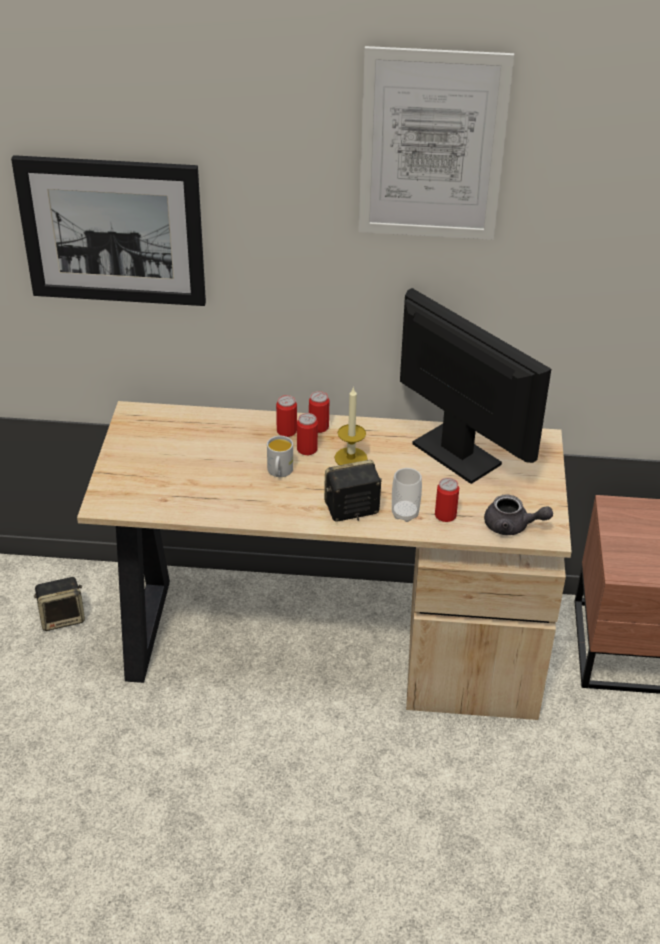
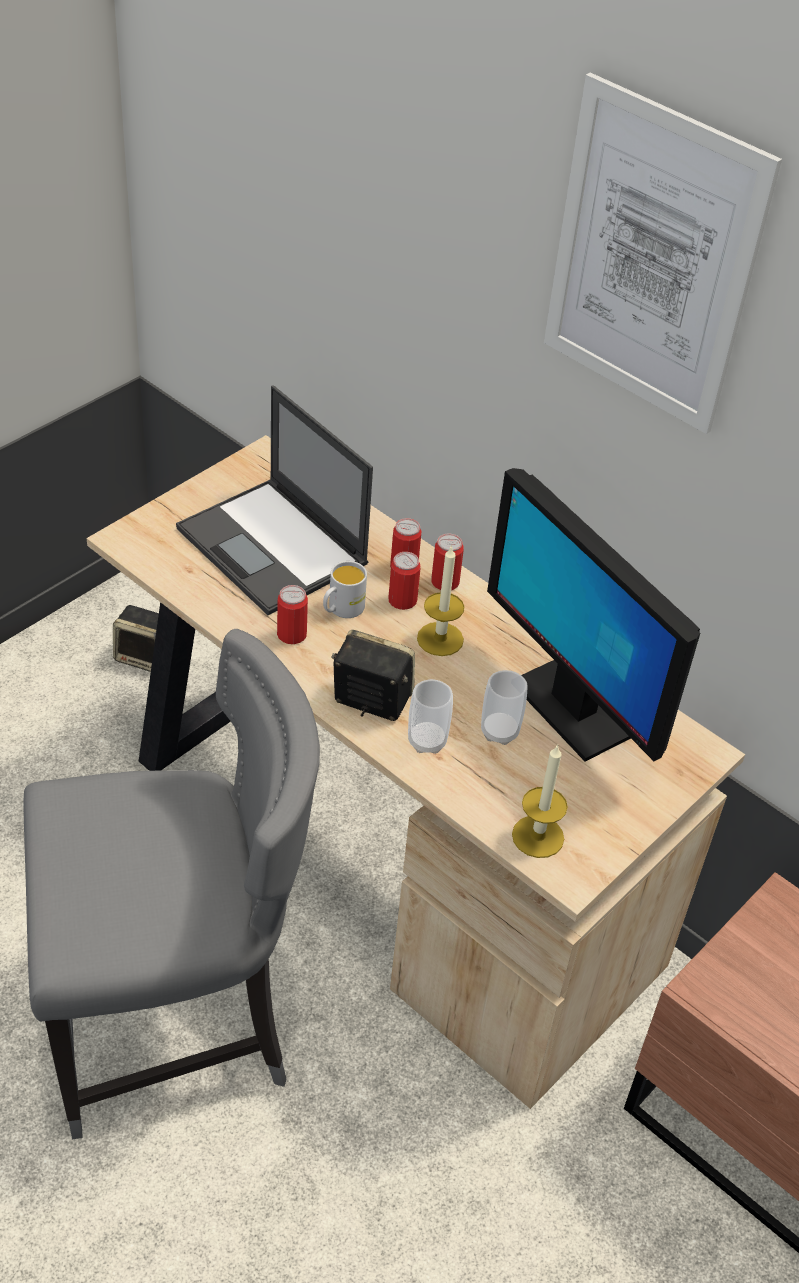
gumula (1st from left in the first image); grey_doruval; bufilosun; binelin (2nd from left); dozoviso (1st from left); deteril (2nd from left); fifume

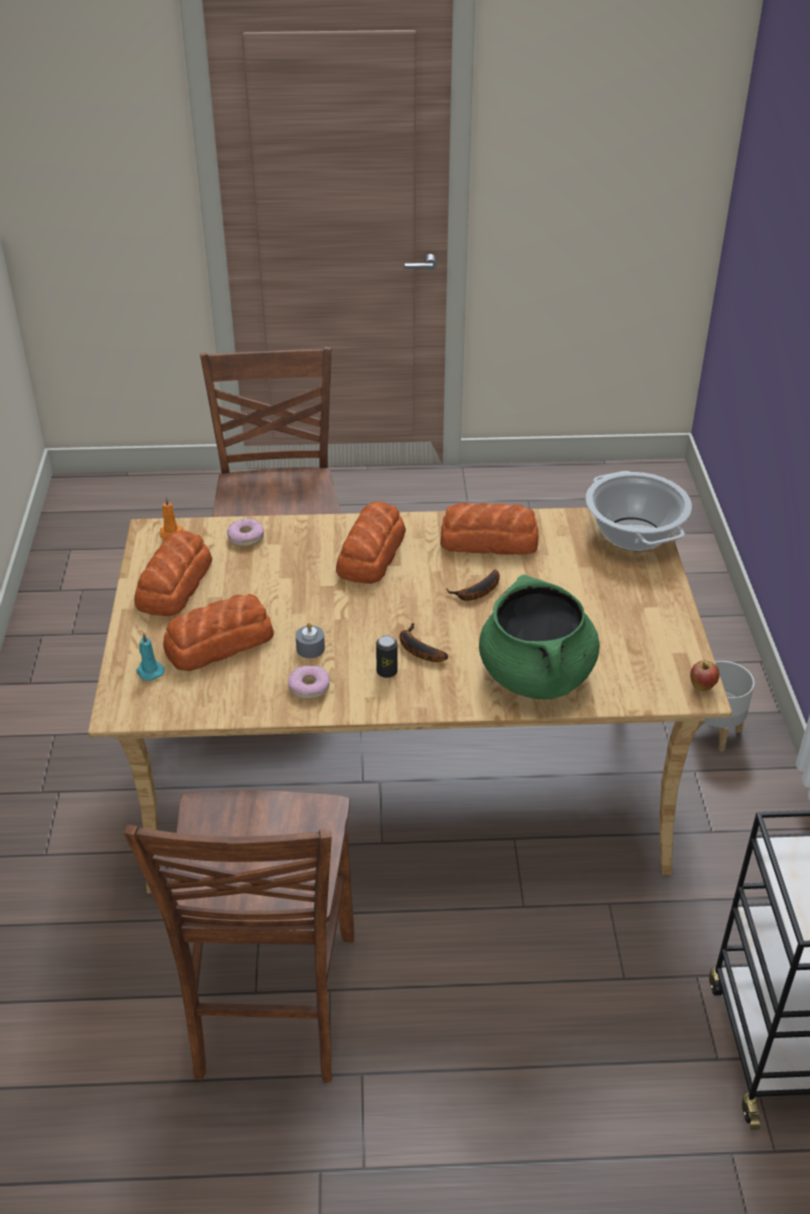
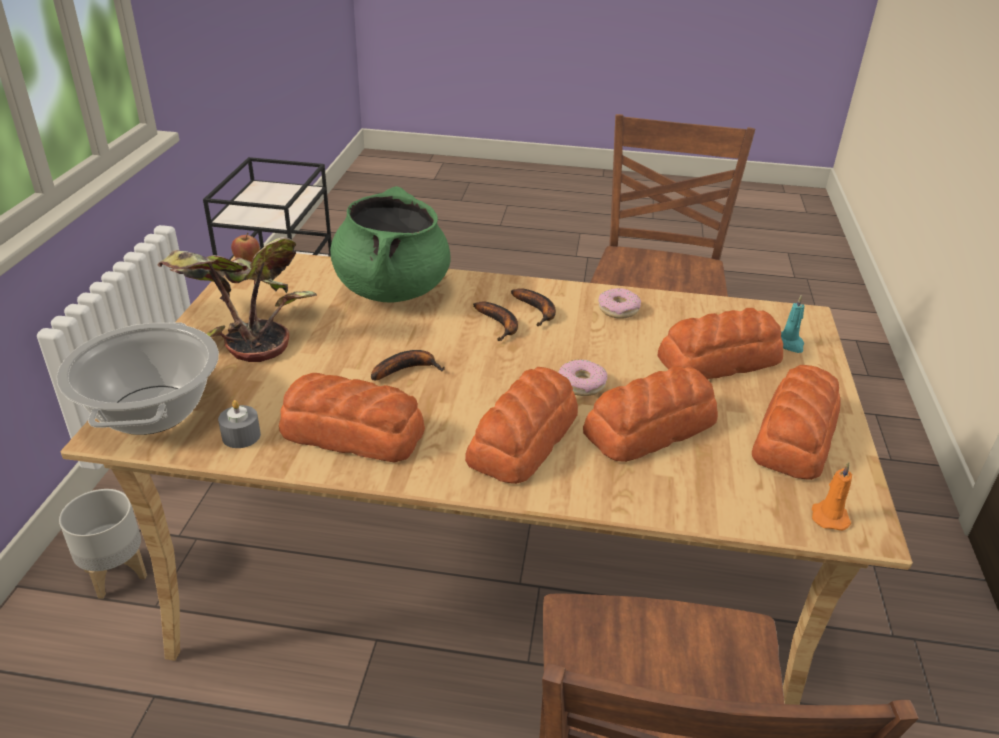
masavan; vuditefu (3rd from left); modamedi (1st from left); grey_deteril; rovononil (3rd from left)

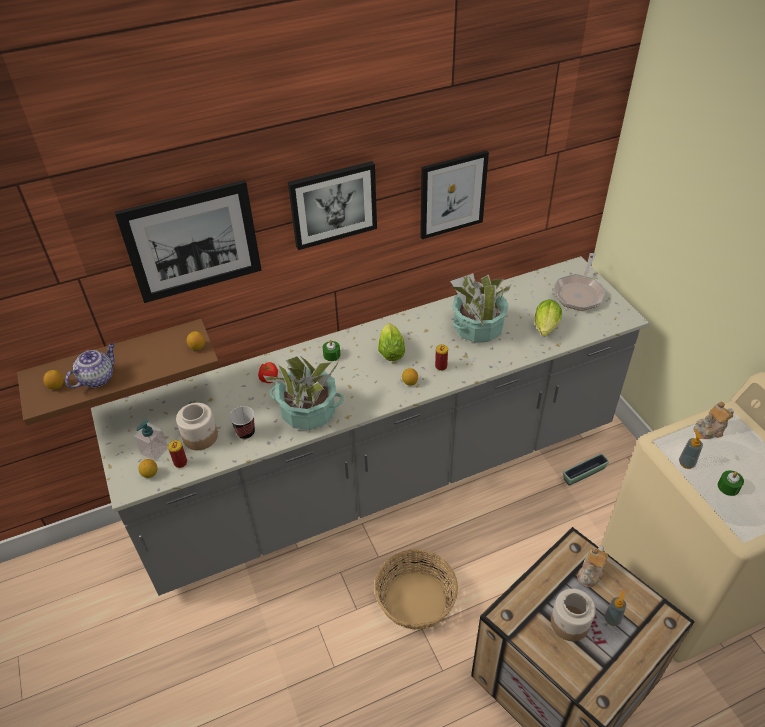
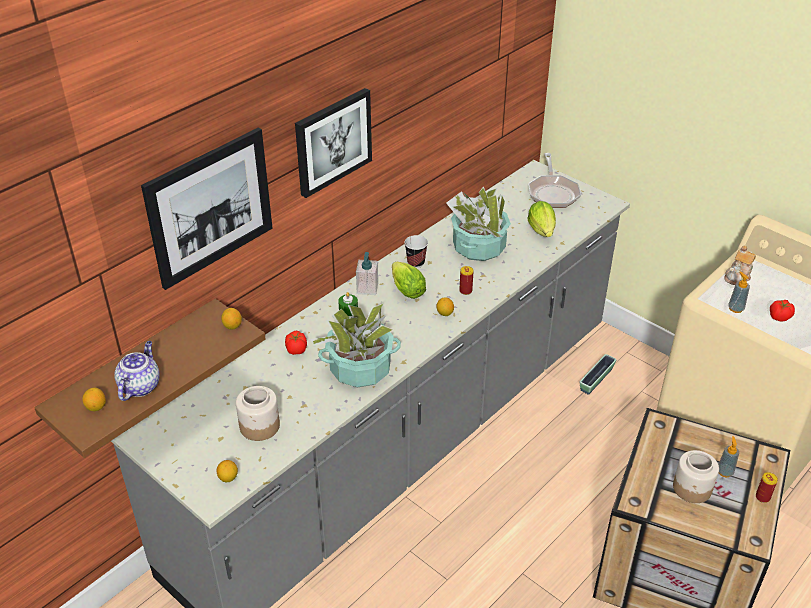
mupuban; gumula (3rd from left in the first image); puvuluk (2nd from left in the first image); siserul (1st from left); dozoviso (2nd from left); binelin; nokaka (2nd from left)

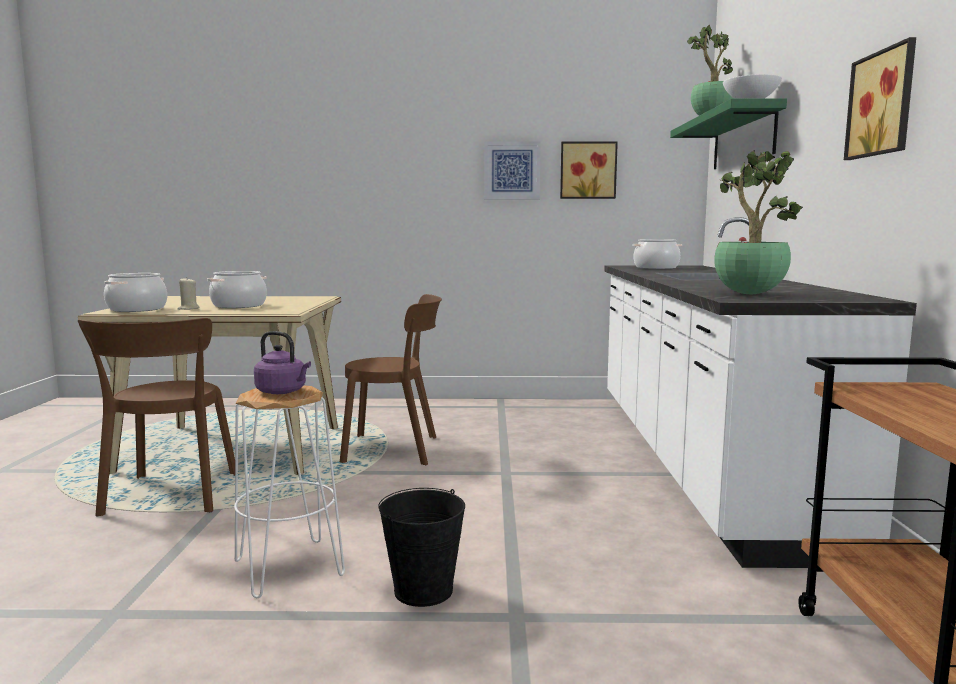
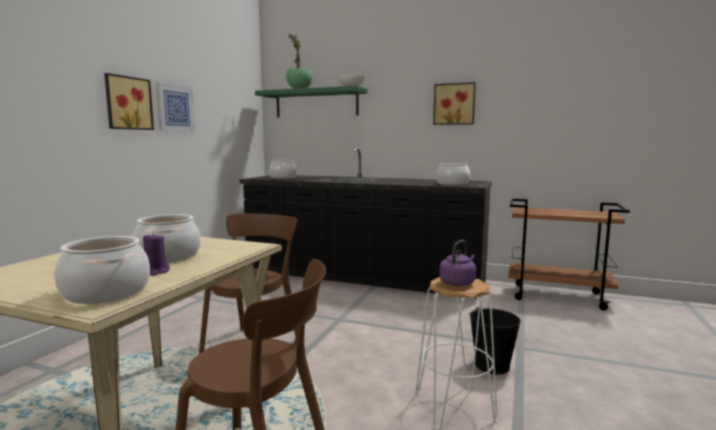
gumula (1st from left); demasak (4th from left); purple_deteril; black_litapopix

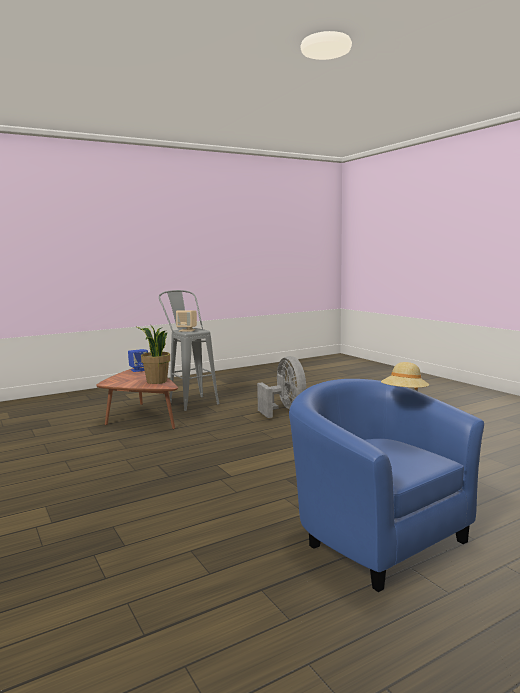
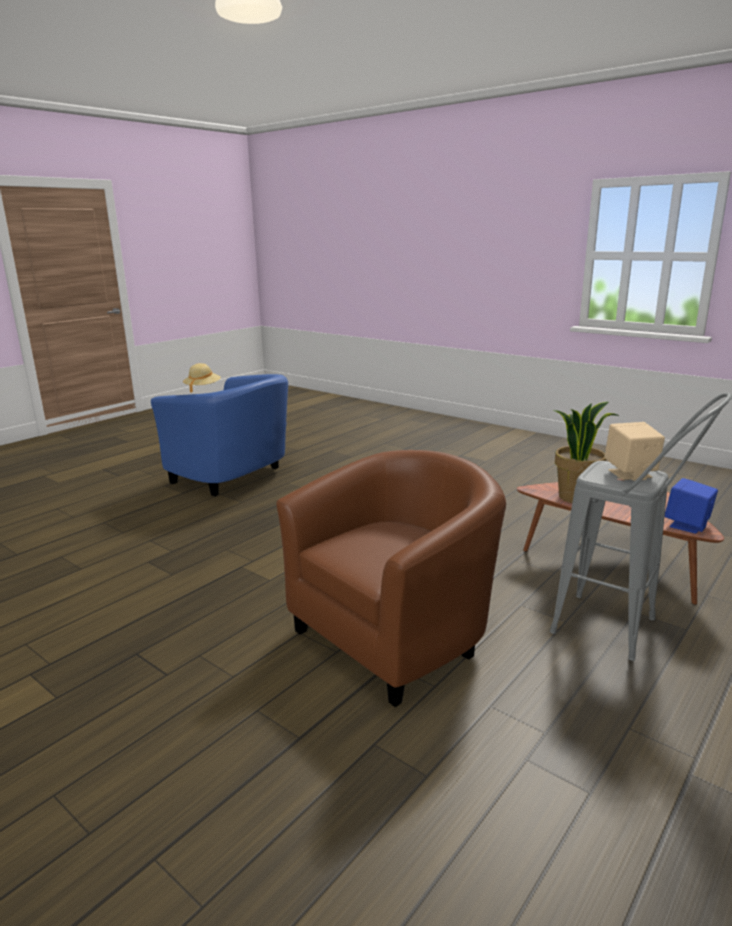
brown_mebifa

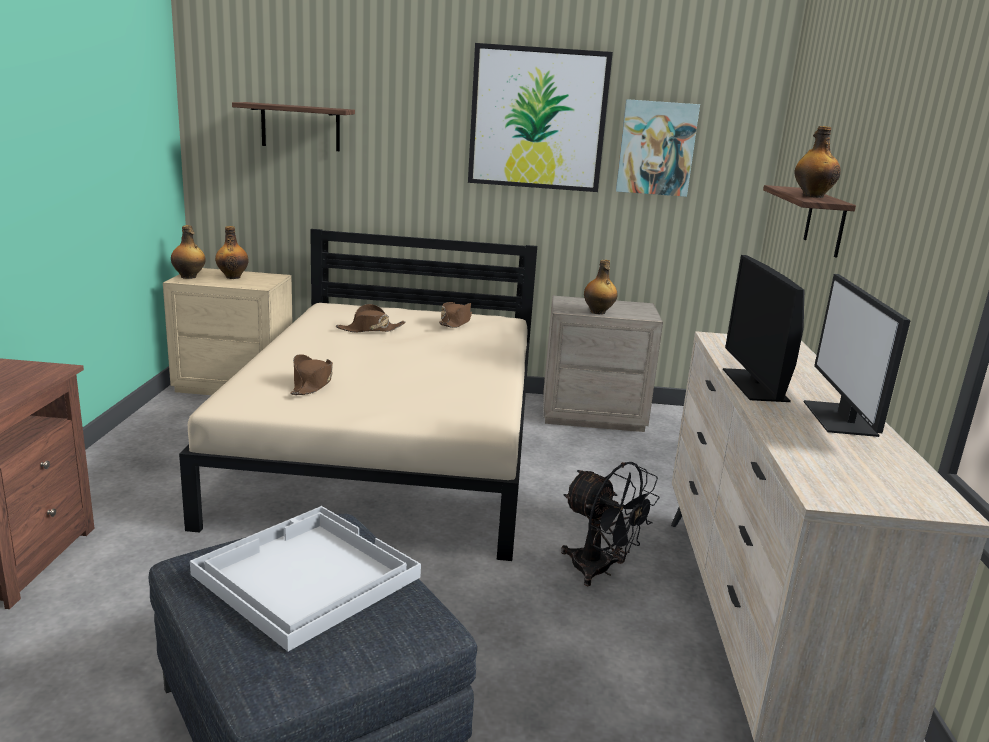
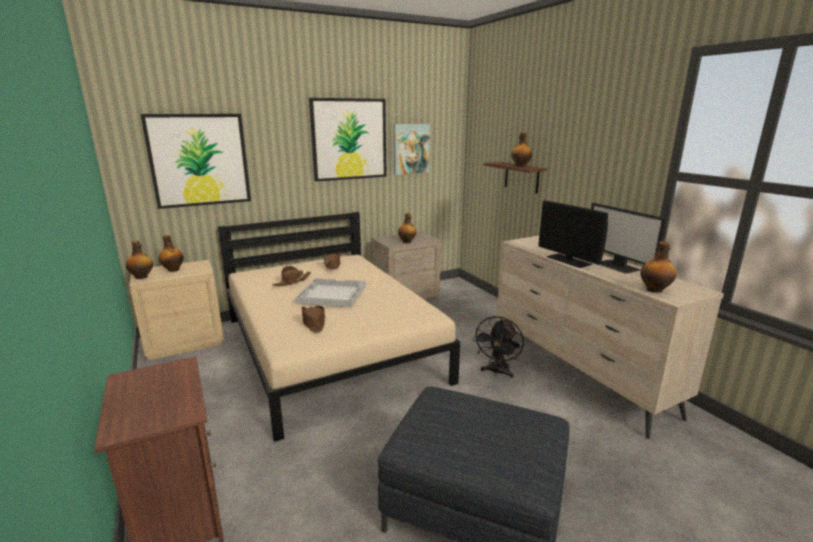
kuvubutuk (5th from left); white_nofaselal; gumula (1st from left); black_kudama

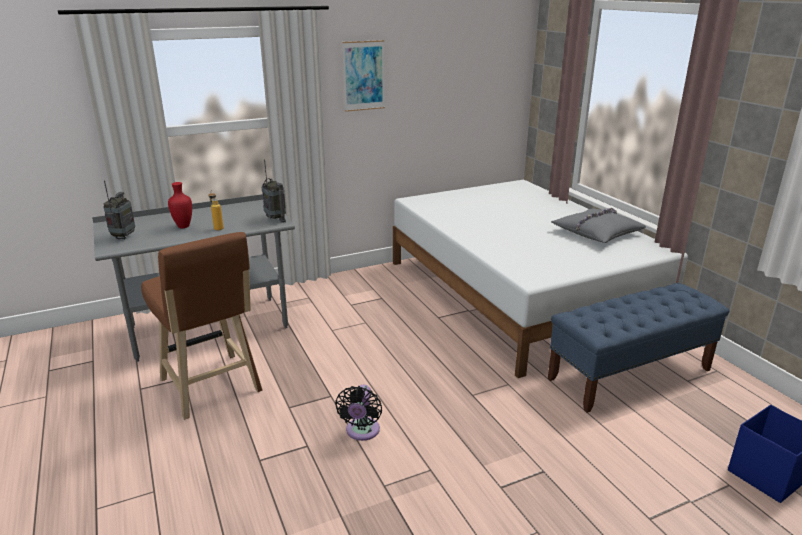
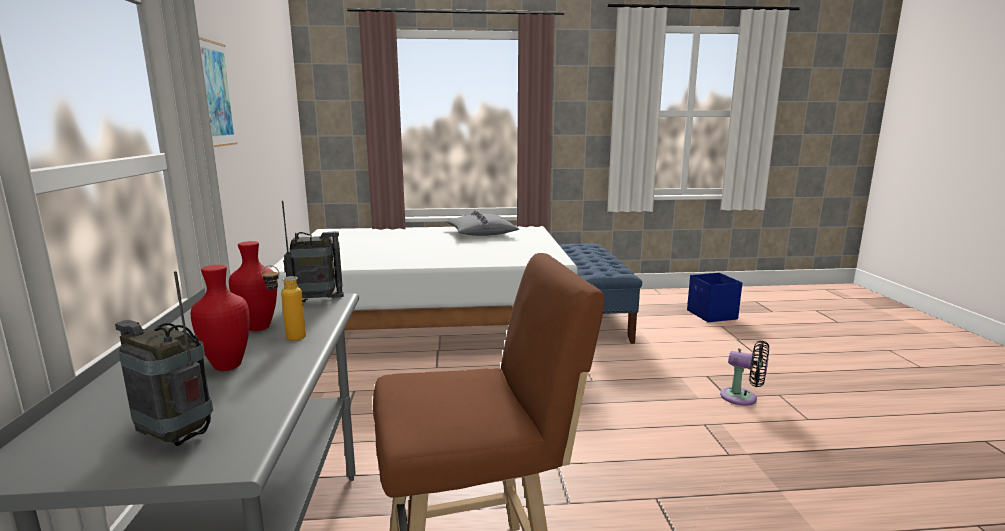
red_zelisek (2nd from left); black_kudama

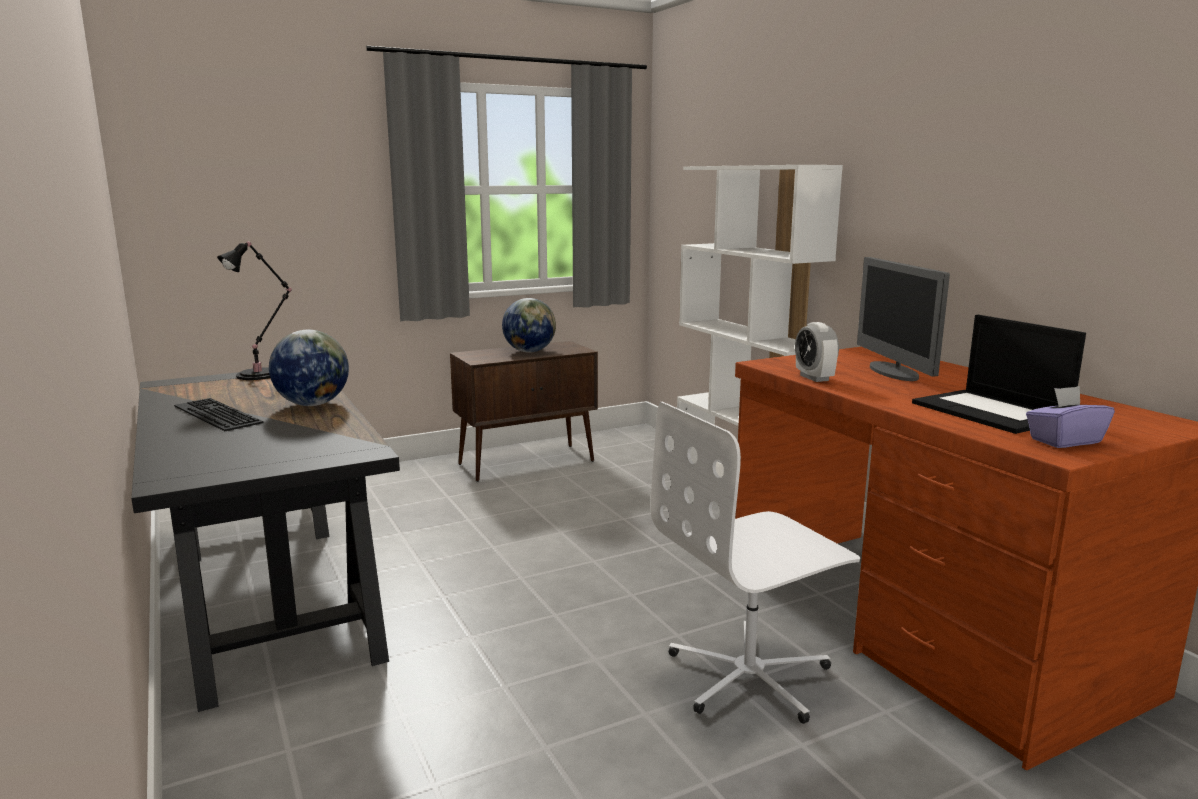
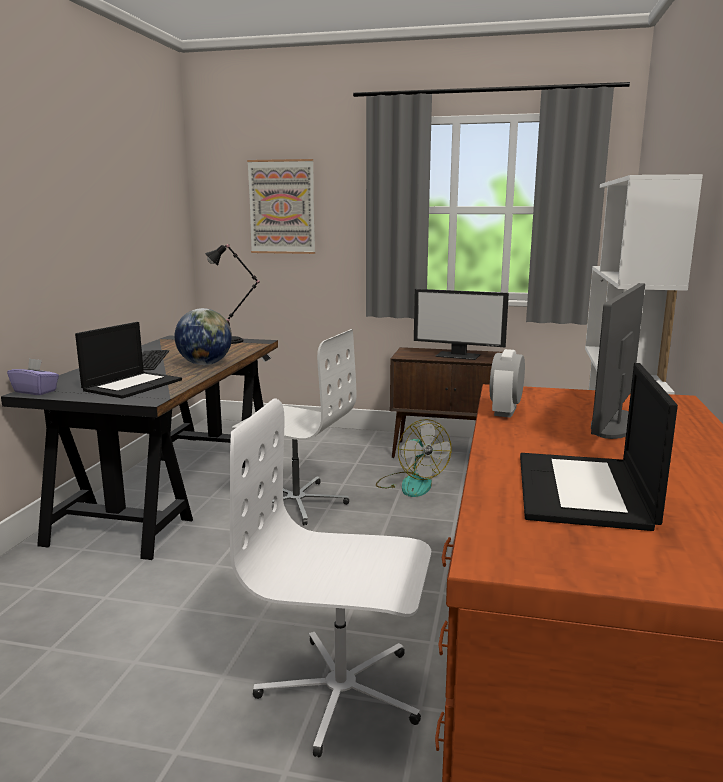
bufilosun (1st from left); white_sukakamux (1st from left); gumula; kudama; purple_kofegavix; fifume (1st from left)

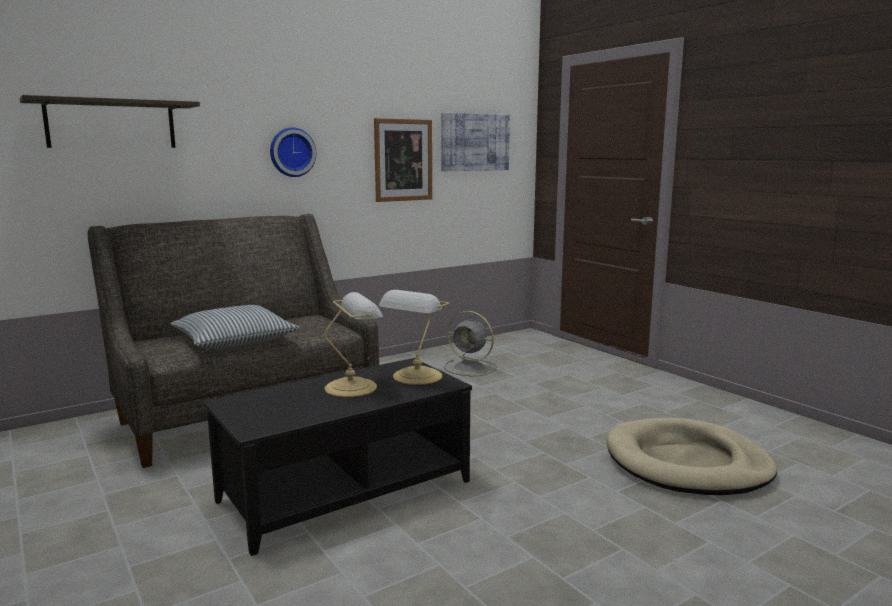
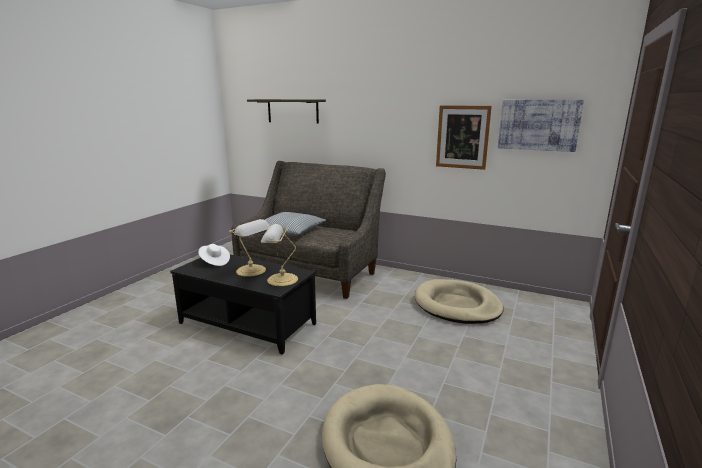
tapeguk; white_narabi; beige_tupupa (2nd from left)

